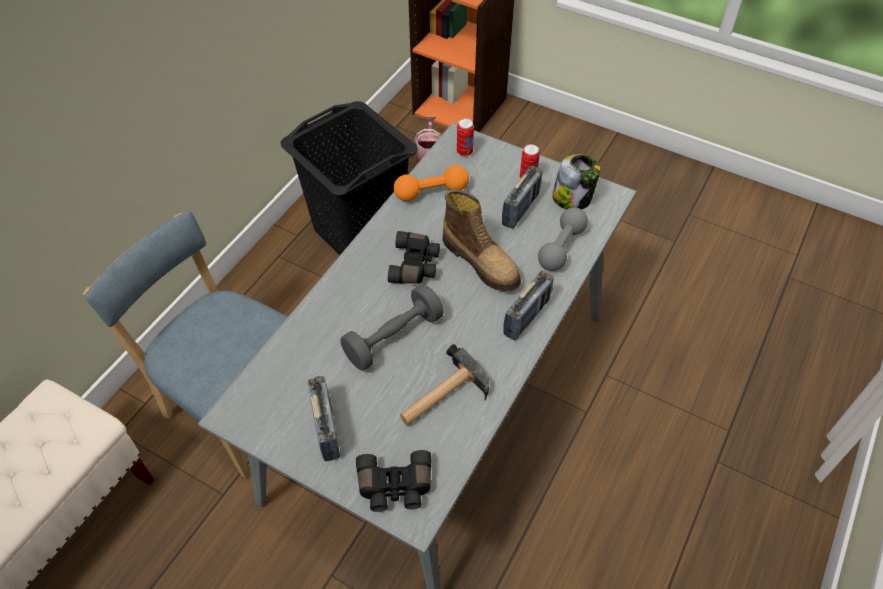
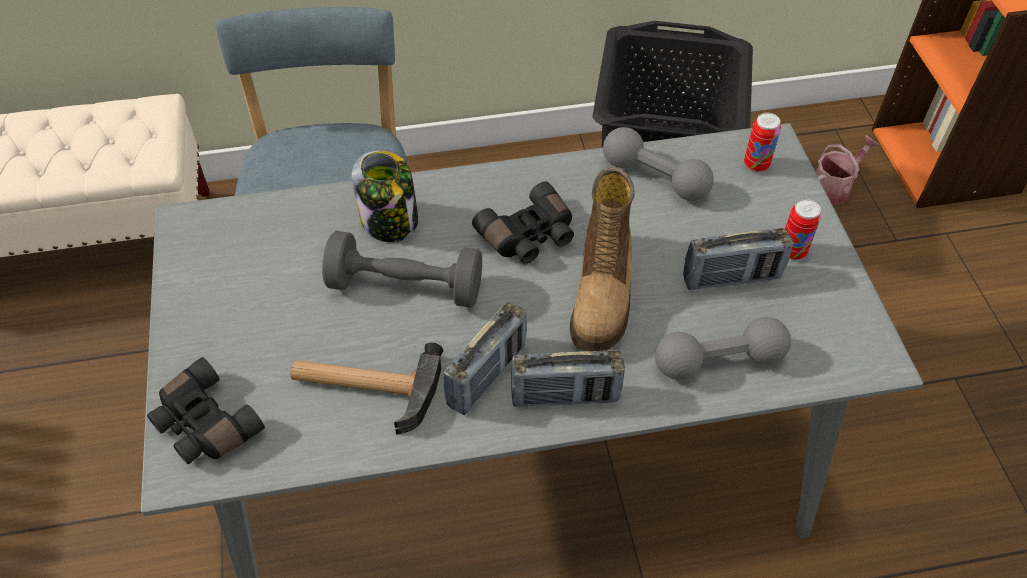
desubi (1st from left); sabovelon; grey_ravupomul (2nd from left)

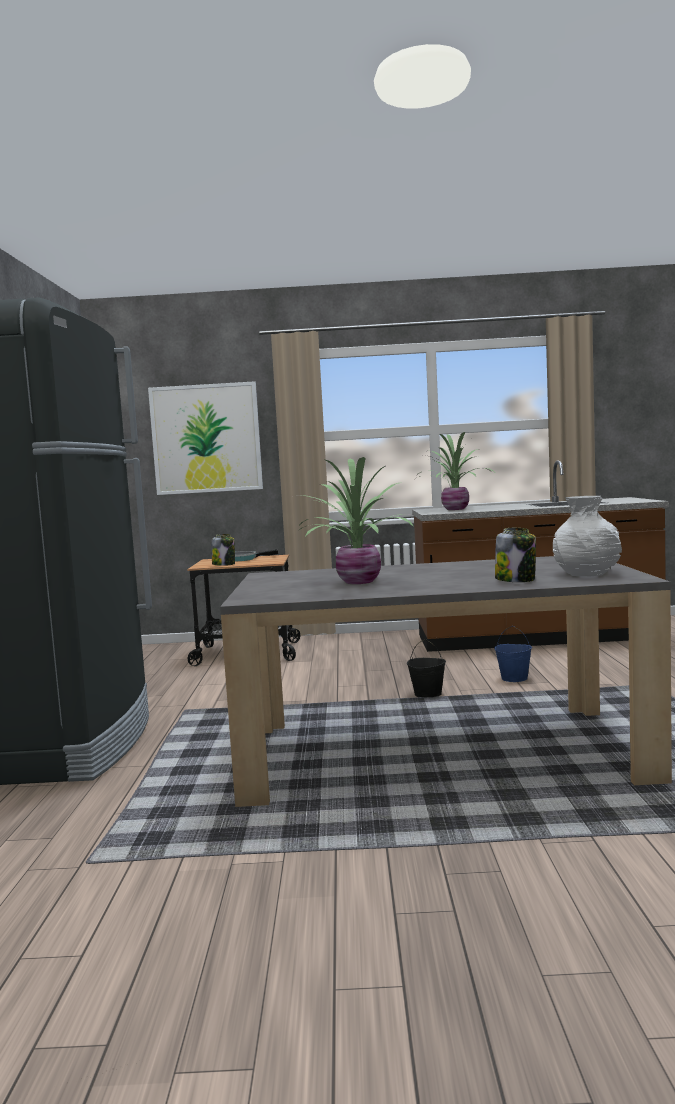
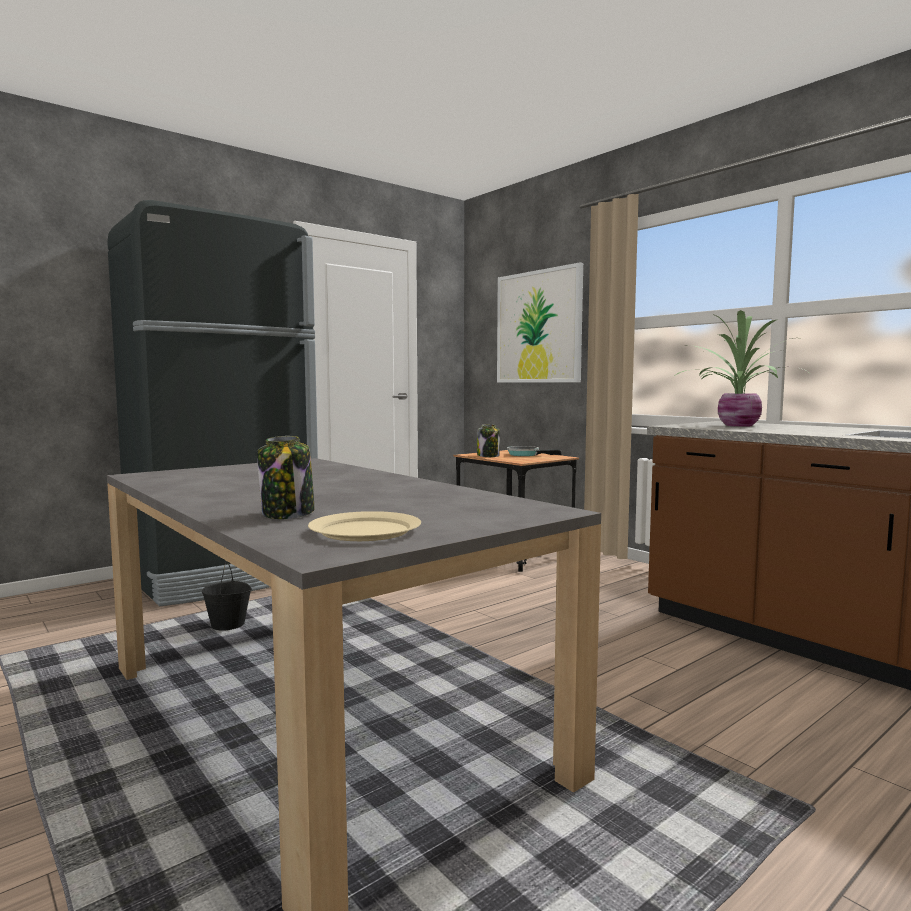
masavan (1st from left in the first image); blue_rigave; black_rigave; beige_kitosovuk

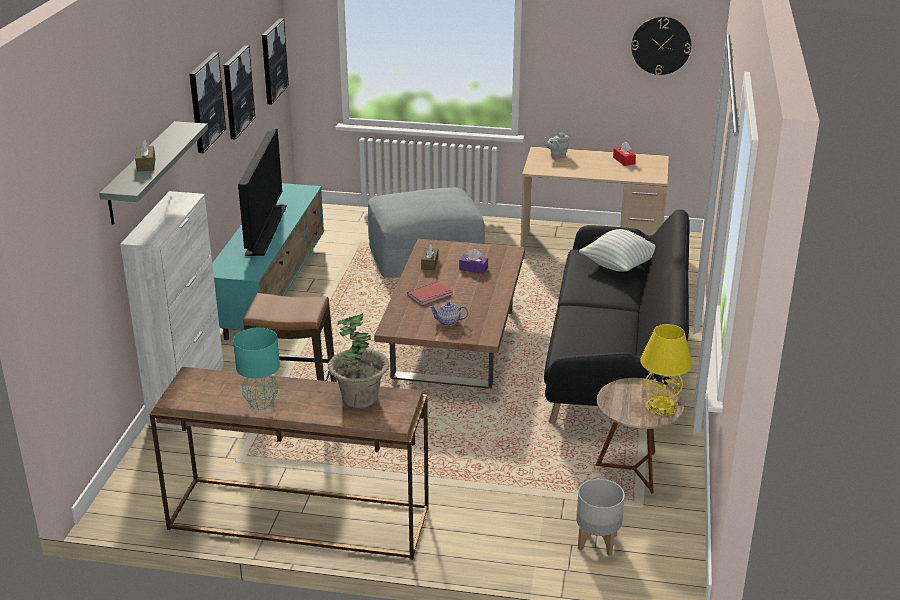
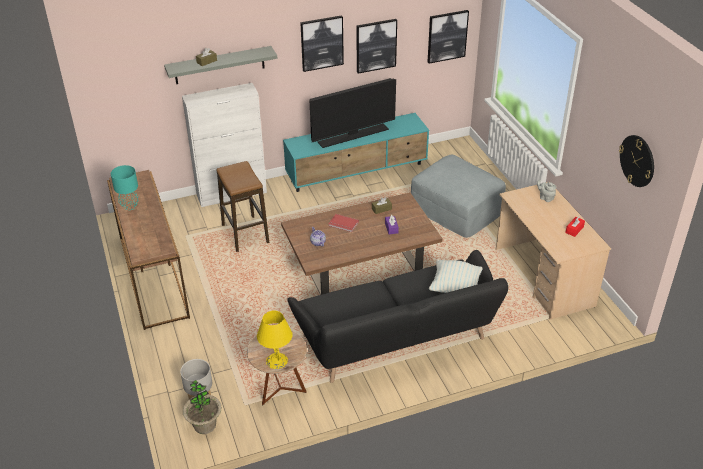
masavan

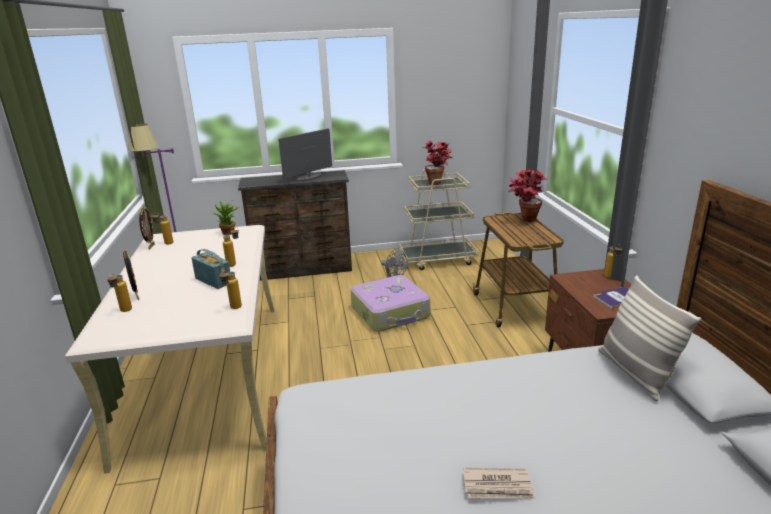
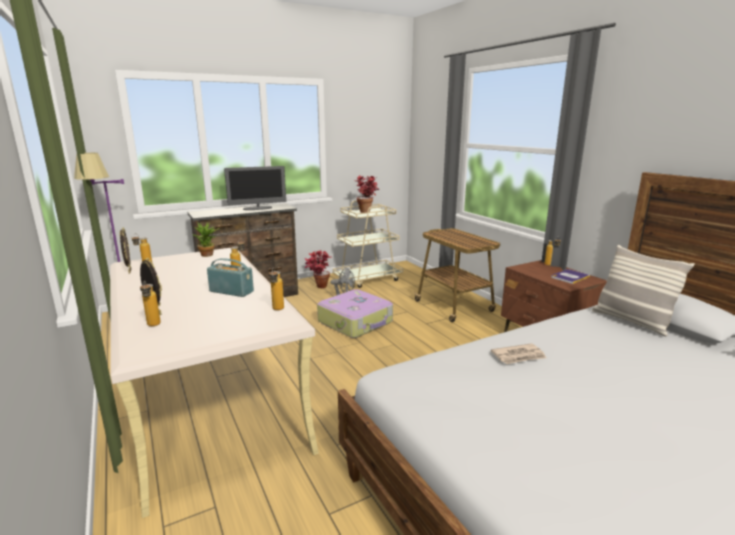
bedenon; masavan (2nd from left); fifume

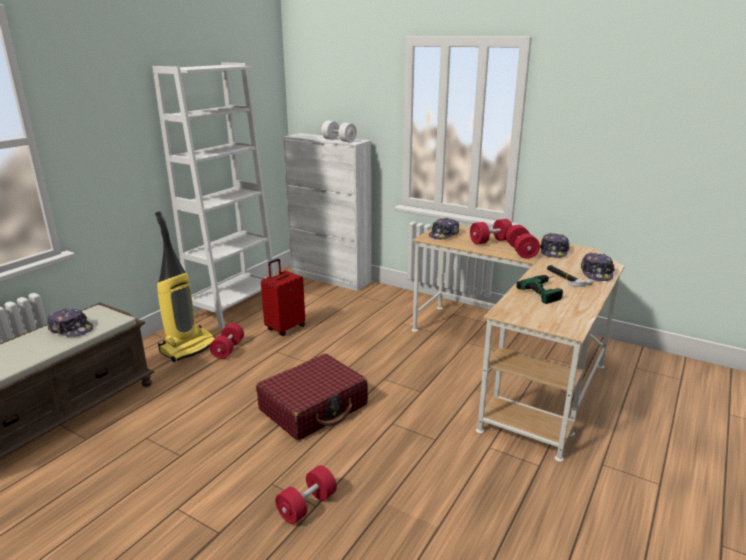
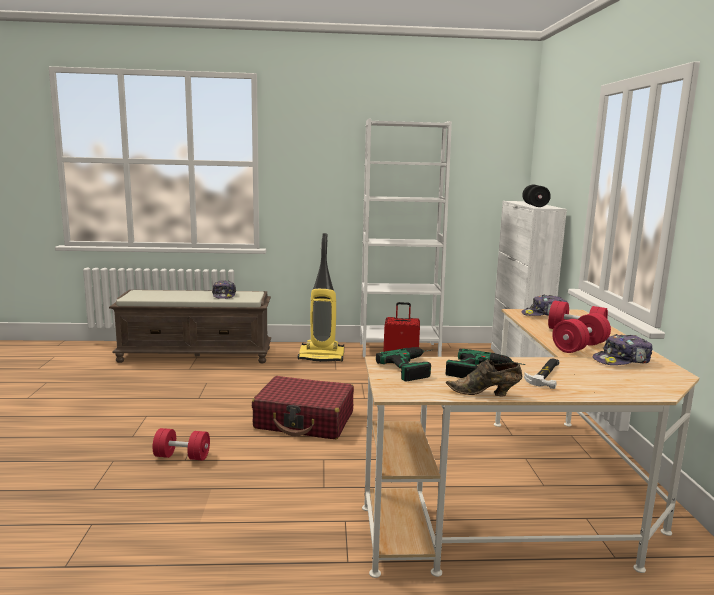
red_ravupomul (1st from left in the first image); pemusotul (4th from left in the first image); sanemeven (1st from left); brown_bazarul; black_ravupomul

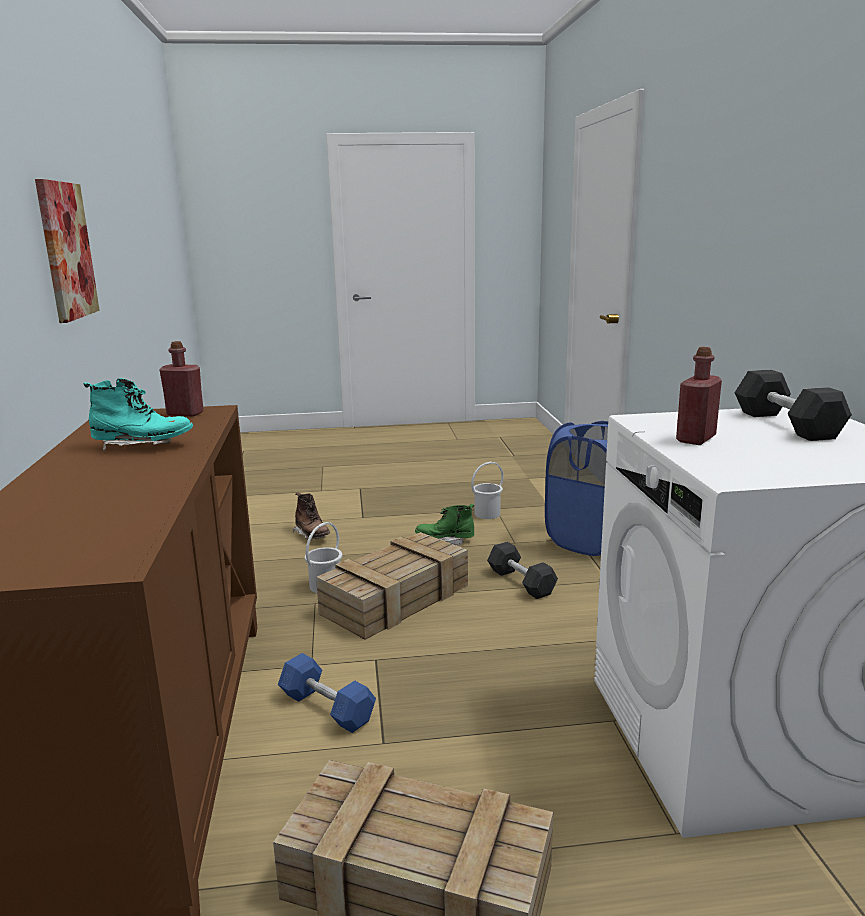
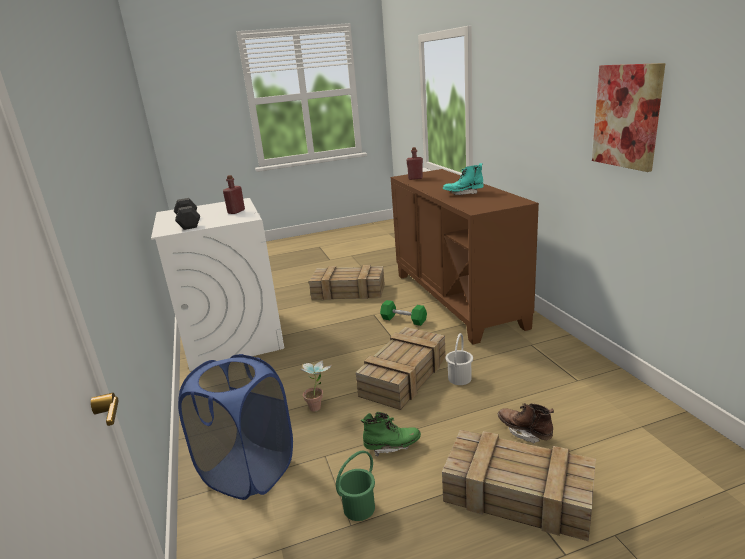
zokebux (3rd from left); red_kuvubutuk (2nd from left); masavan; green_ravupomul; green_rigave

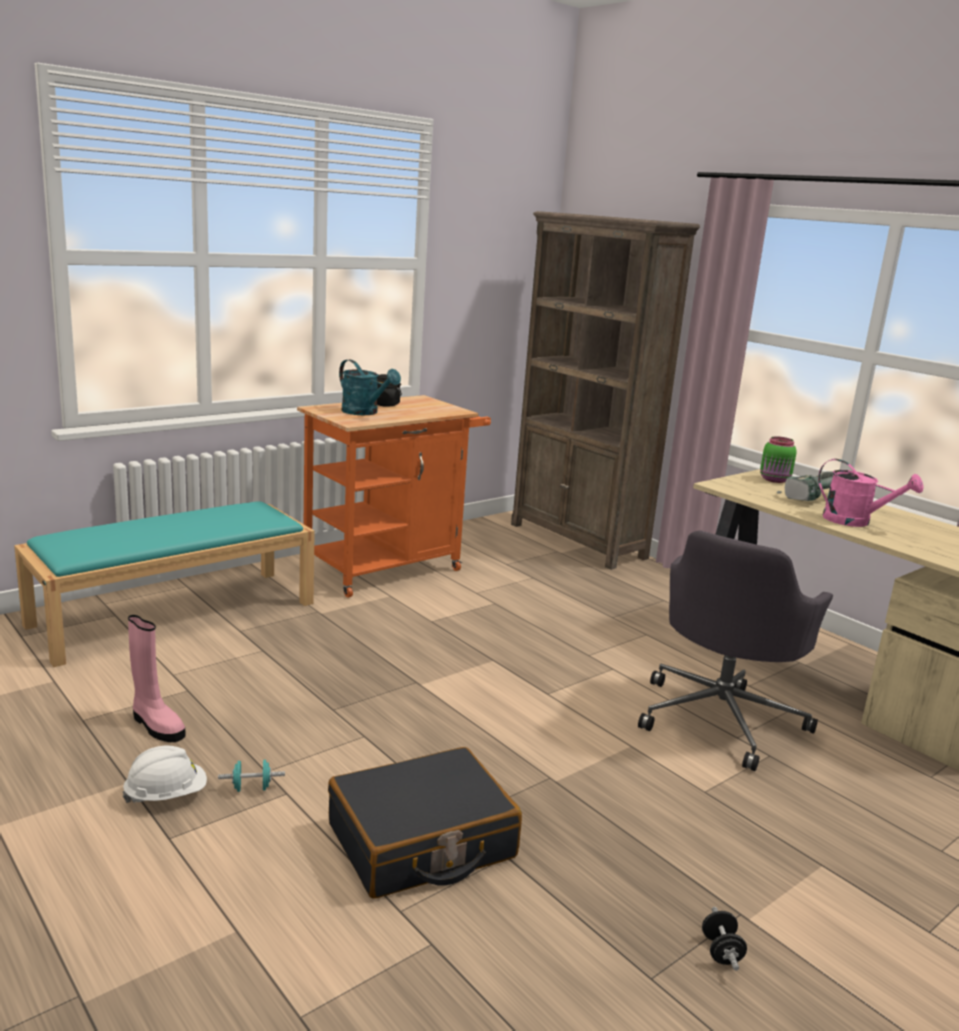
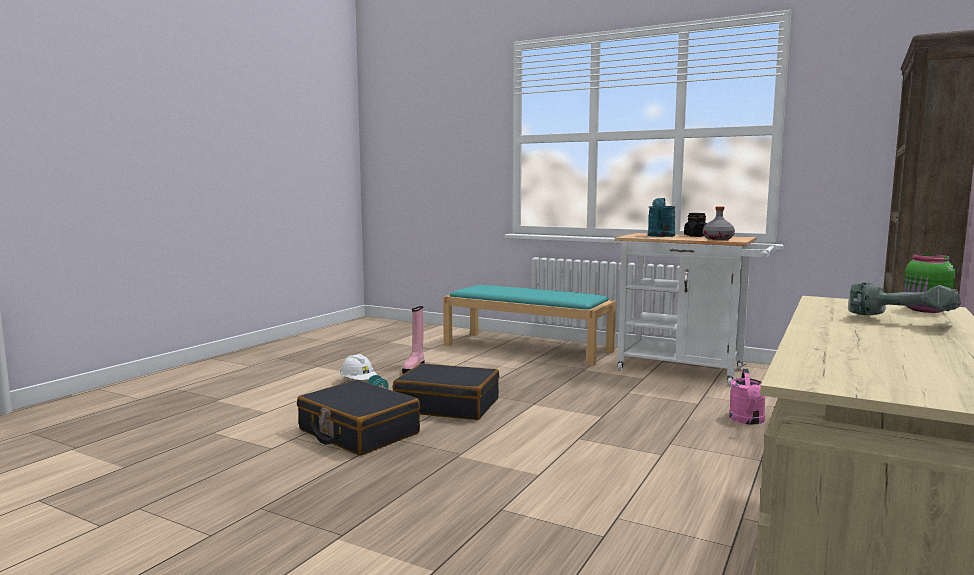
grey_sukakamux; black_ravupomul; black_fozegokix (2nd from left); grey_kuvubutuk; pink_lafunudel; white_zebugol

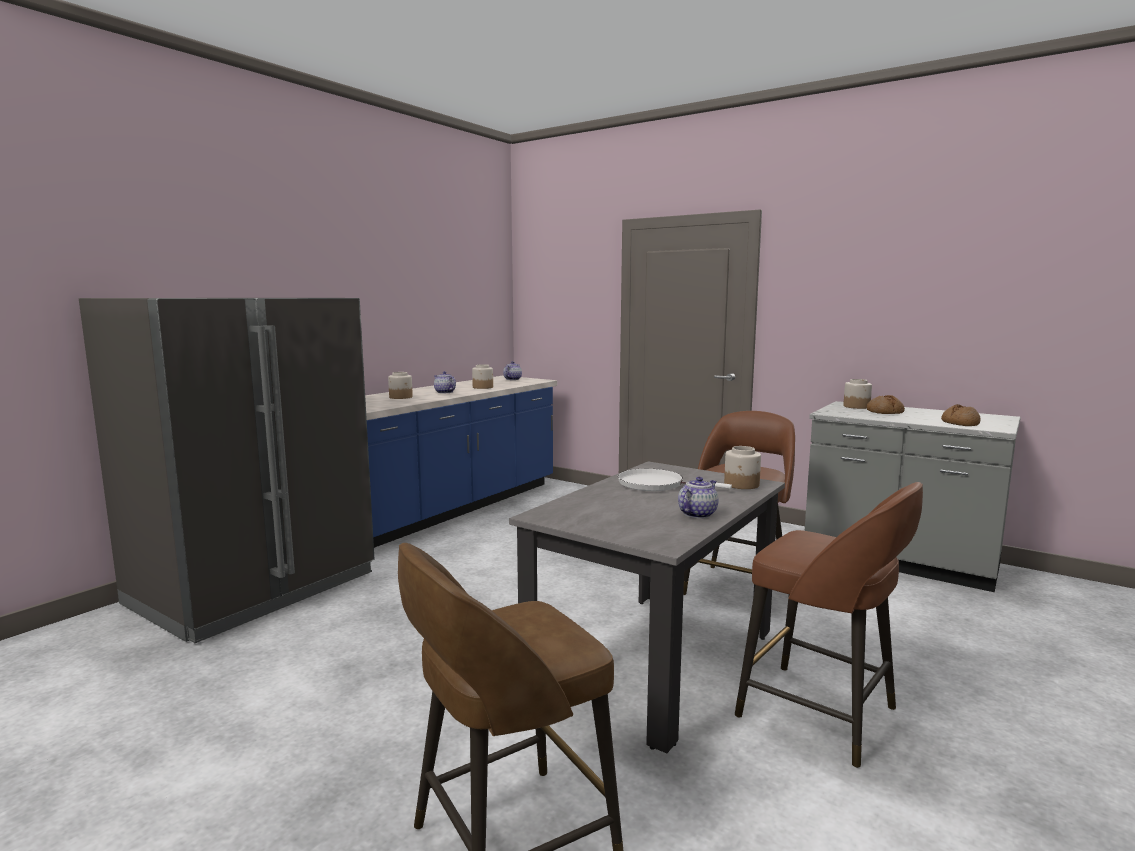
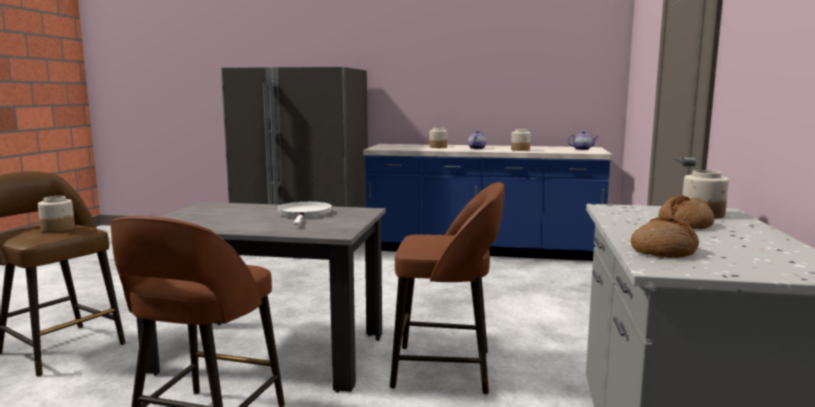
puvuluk (3rd from left in the first image); sabovelon (1st from left)

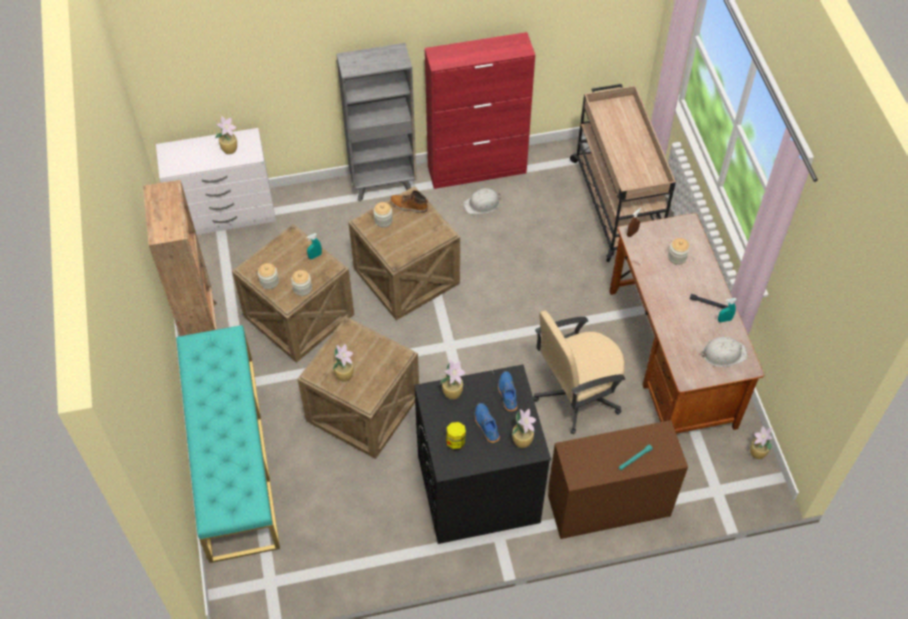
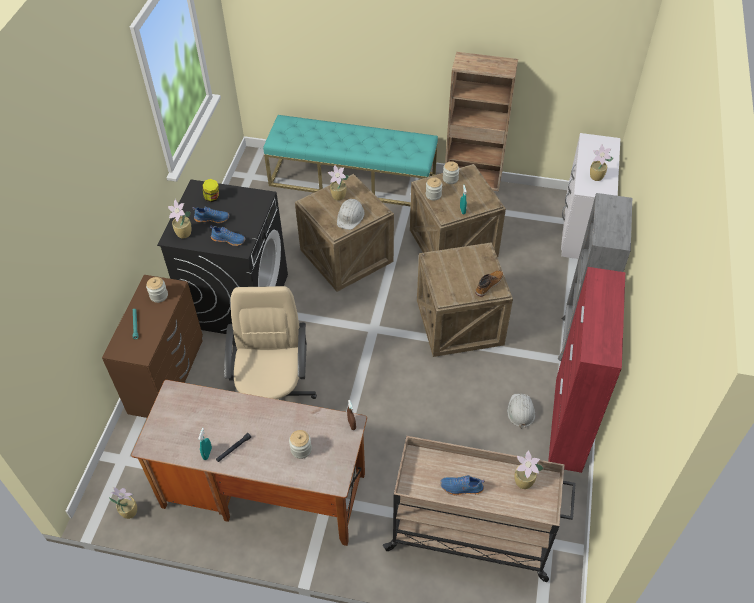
blue_bazarul (3rd from left); sabovelon (1st from left); masavan (4th from left); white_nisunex (1st from left)

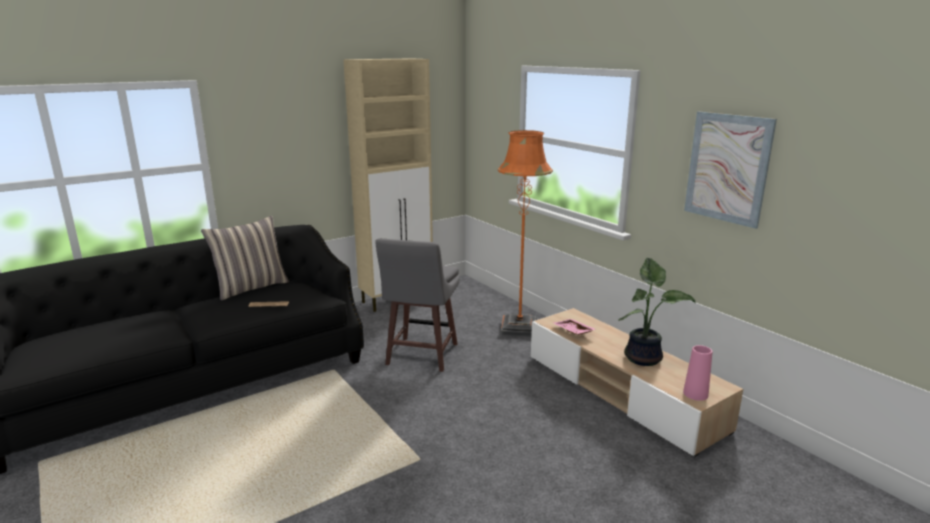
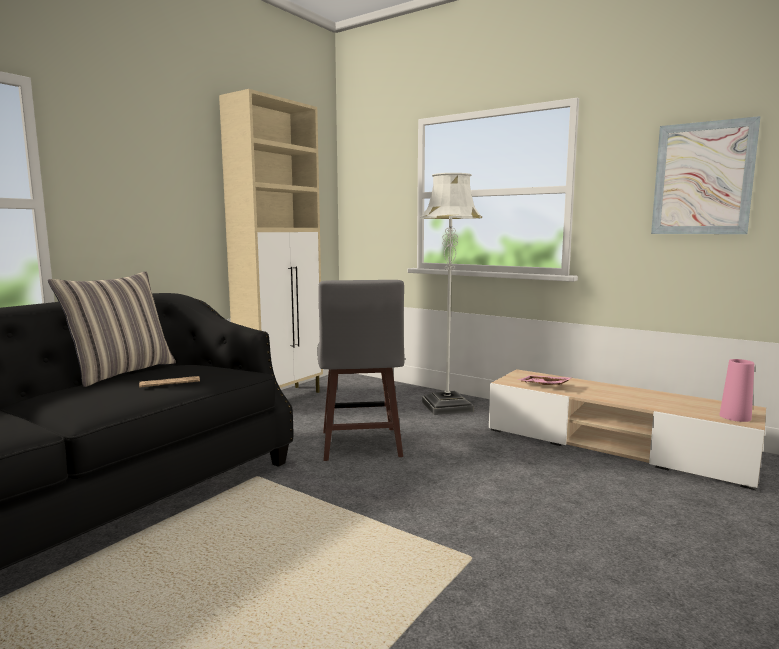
masavan; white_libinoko

